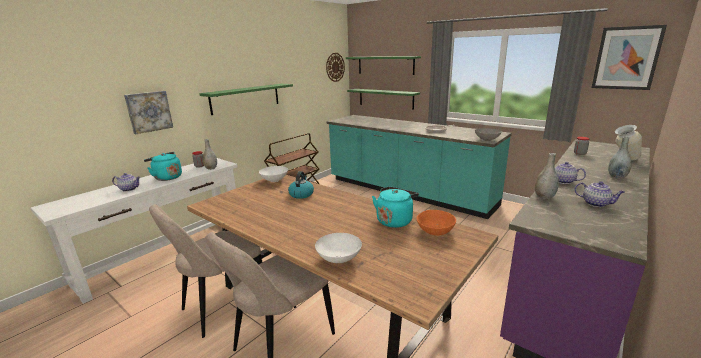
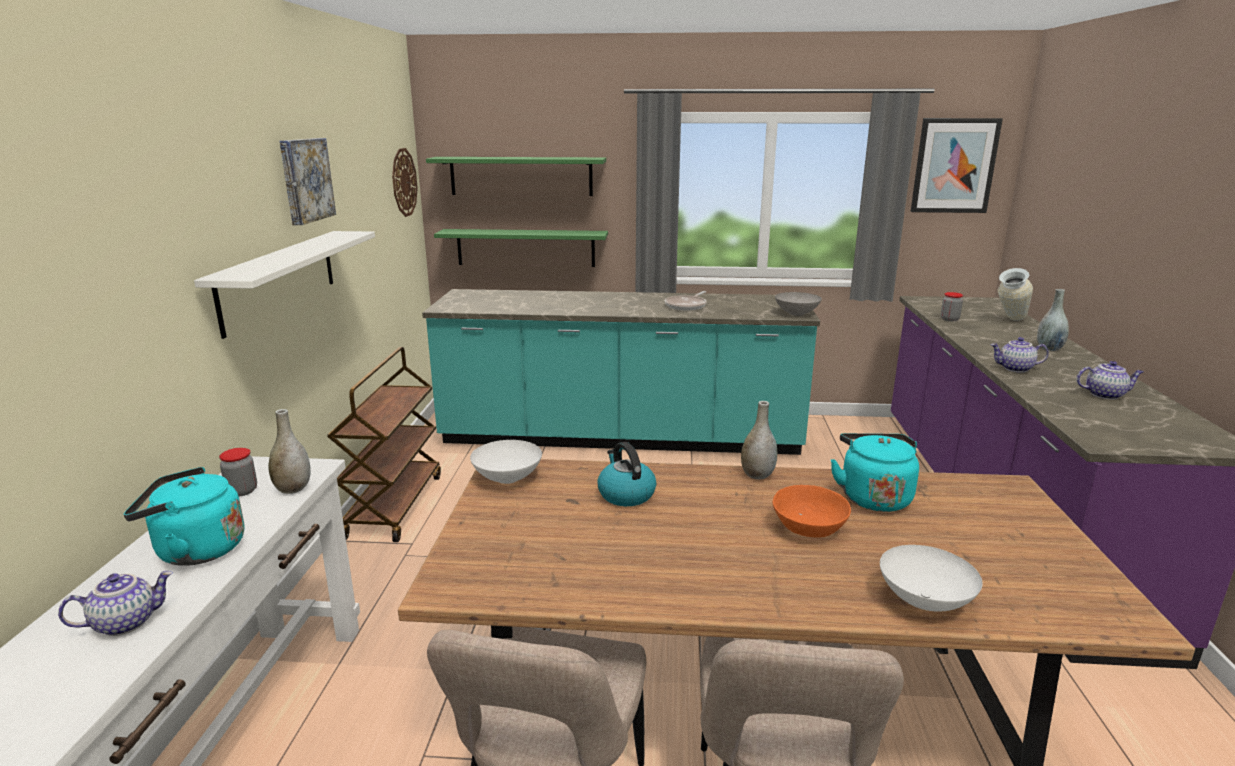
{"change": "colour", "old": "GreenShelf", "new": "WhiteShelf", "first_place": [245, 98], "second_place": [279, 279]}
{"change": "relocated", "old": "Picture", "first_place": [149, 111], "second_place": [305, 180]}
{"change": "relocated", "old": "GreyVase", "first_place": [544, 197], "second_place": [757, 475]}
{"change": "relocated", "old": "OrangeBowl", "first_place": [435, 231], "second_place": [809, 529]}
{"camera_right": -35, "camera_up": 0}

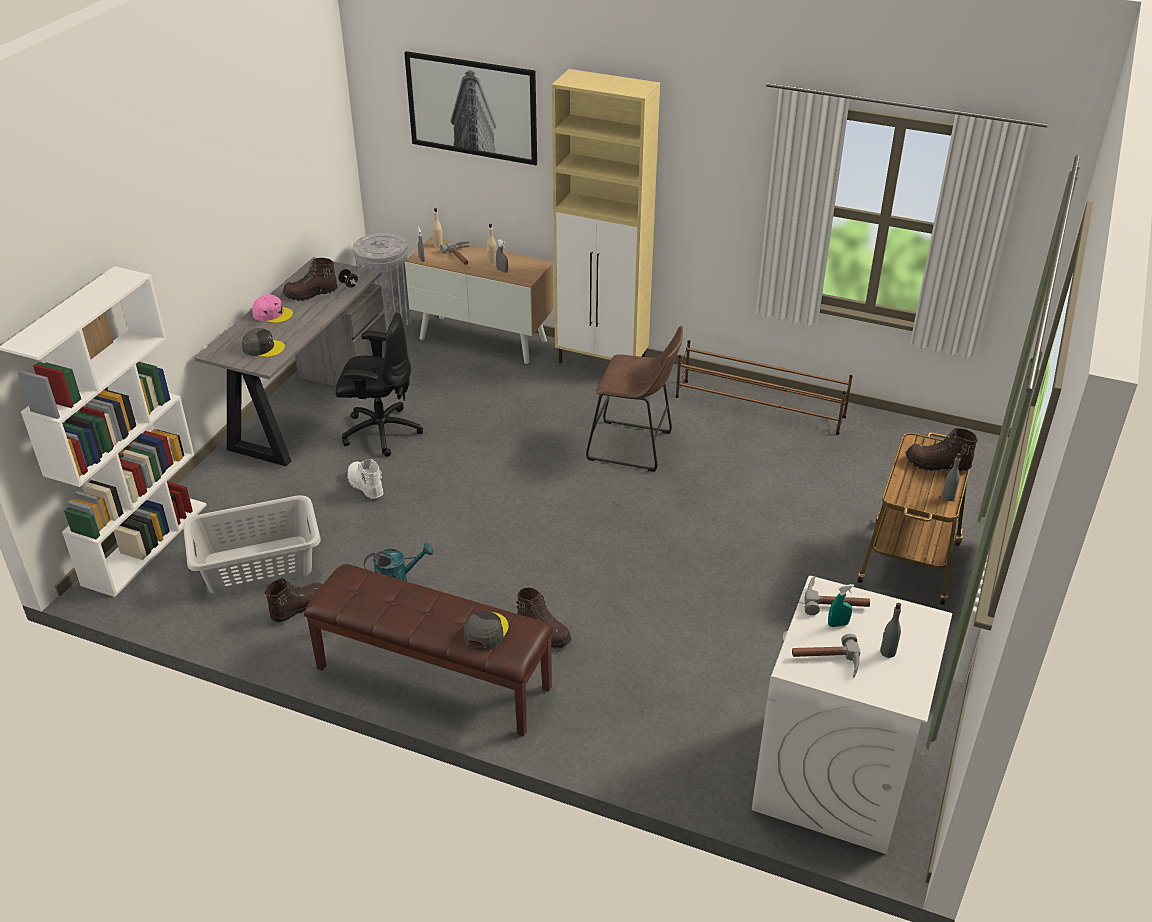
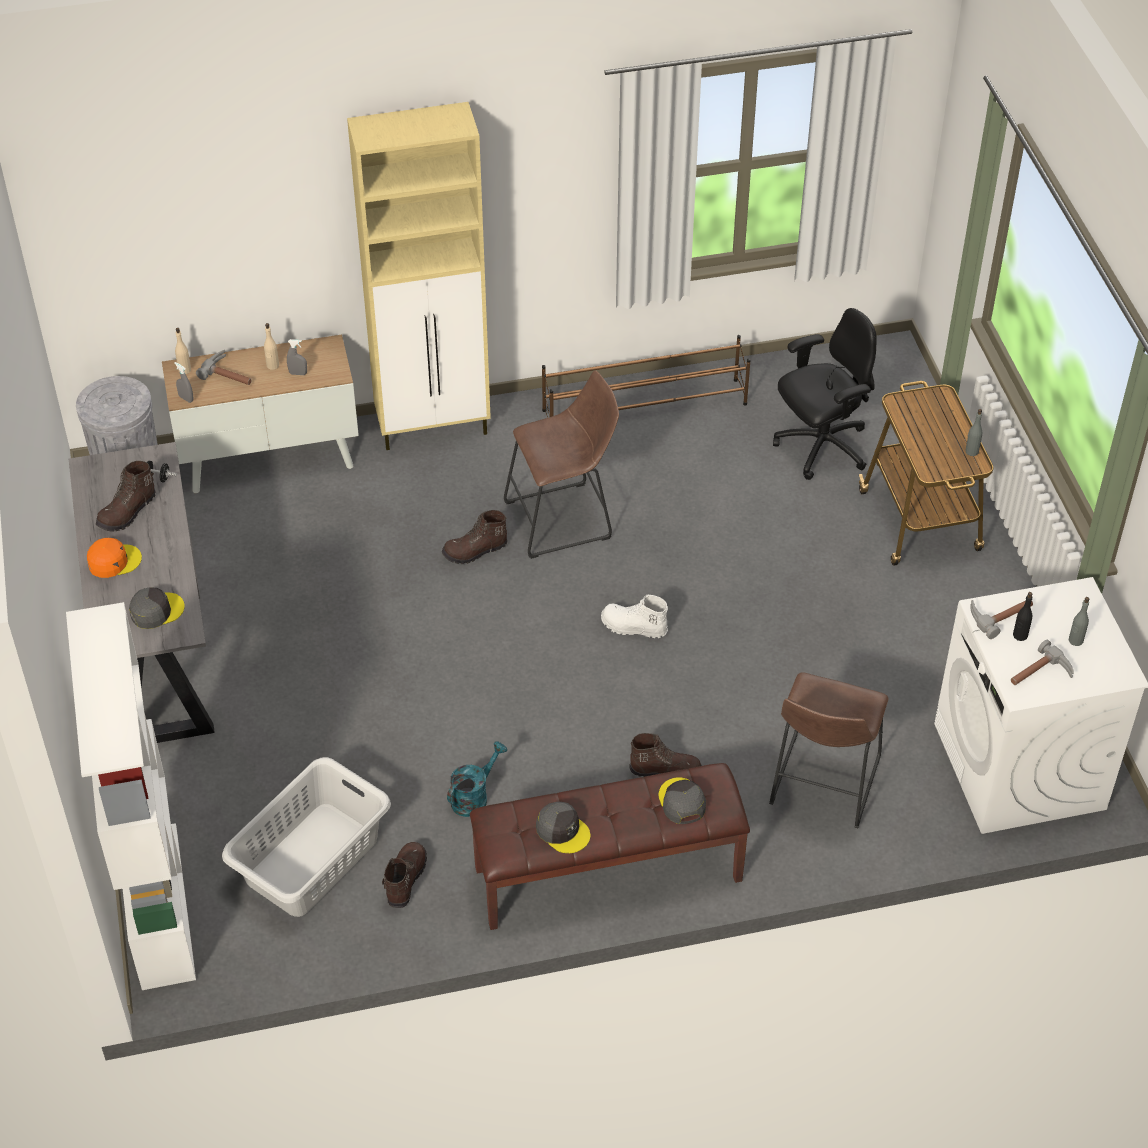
{"change": "missing", "old": "Picture", "first_place": [472, 107]}
{"change": "colour", "old": "PinkCap", "new": "OrangeCap", "first_place": [272, 314], "second_place": [114, 561]}
{"change": "relocated", "old": "BlackOfficeChair", "first_place": [380, 432], "second_place": [820, 447]}
{"change": "relocated", "old": "BrownBoot", "first_place": [937, 465], "second_place": [475, 551]}
{"change": "relocated", "old": "WhiteBoot", "first_place": [365, 486], "second_place": [633, 627]}
{"change": "exchanged", "old": "TurquoiseSprayBottle", "new": "BlackBottle", "first_place": [838, 624], "second_place": [1020, 635]}
{"change": "appeared", "new": "BrownStool", "second_place": [822, 786]}
{"change": "appeared", "new": "GreyCap", "second_place": [563, 830]}
{"camera_right": -35, "camera_up": 10}

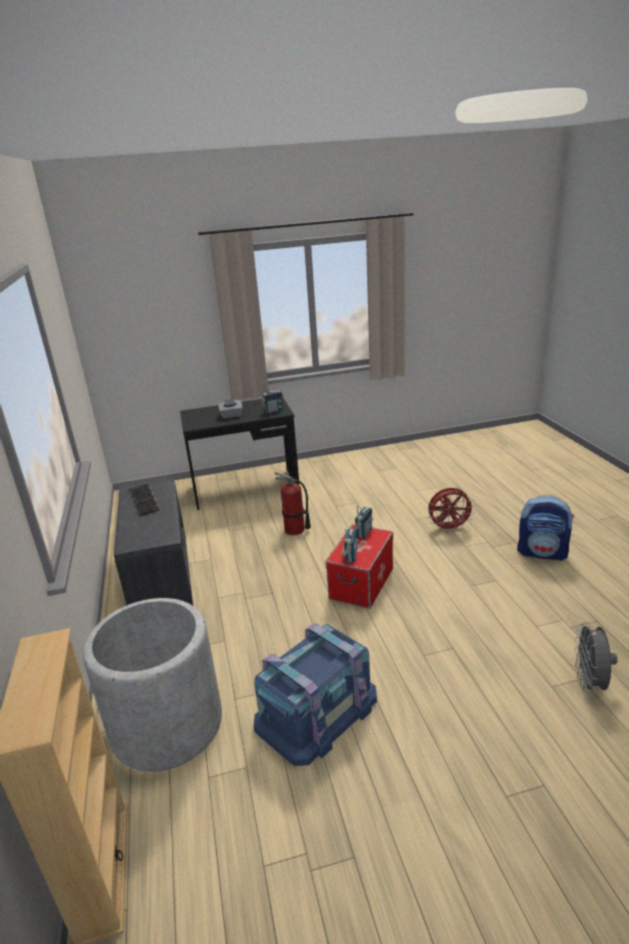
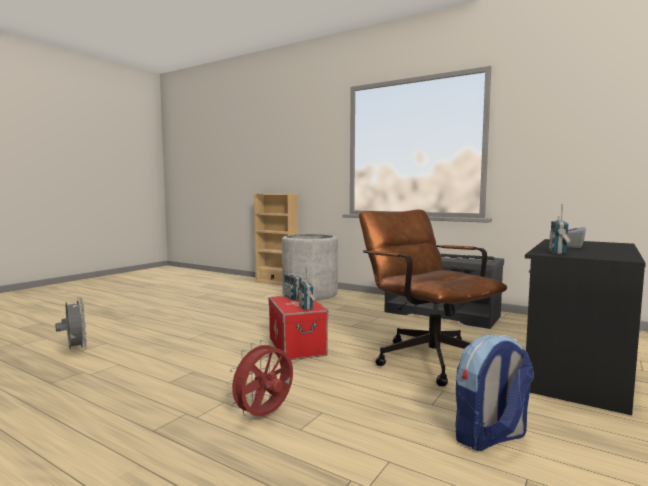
{"change": "exchanged", "old": "FireExtinguisher", "new": "BrownOfficeChair", "first_place": [295, 530], "second_place": [425, 357]}
{"change": "relocated", "old": "Backpack", "first_place": [542, 553], "second_place": [490, 437]}
{"change": "missing", "old": "BlueStorageBox", "first_place": [316, 710]}
{"camera_right": 135, "camera_up": -20}

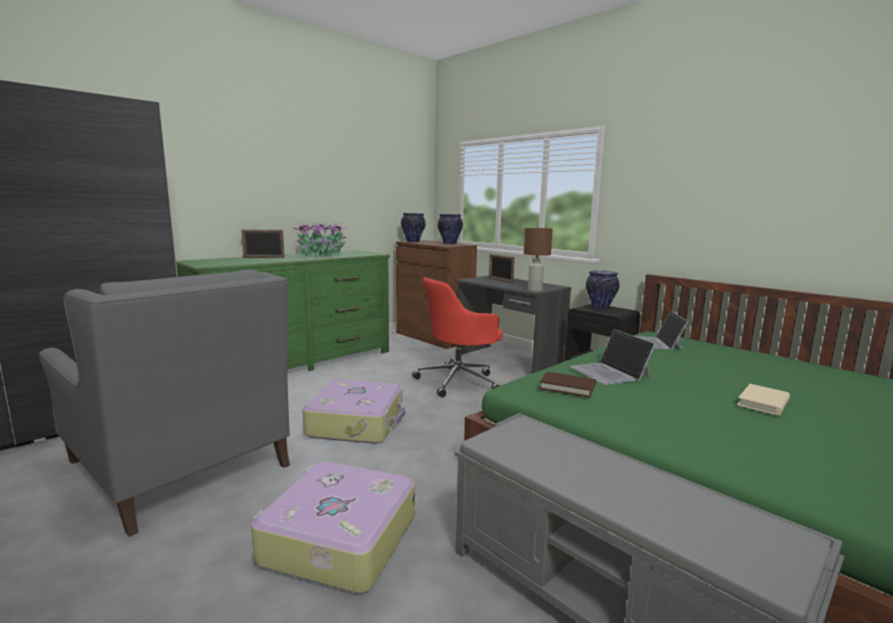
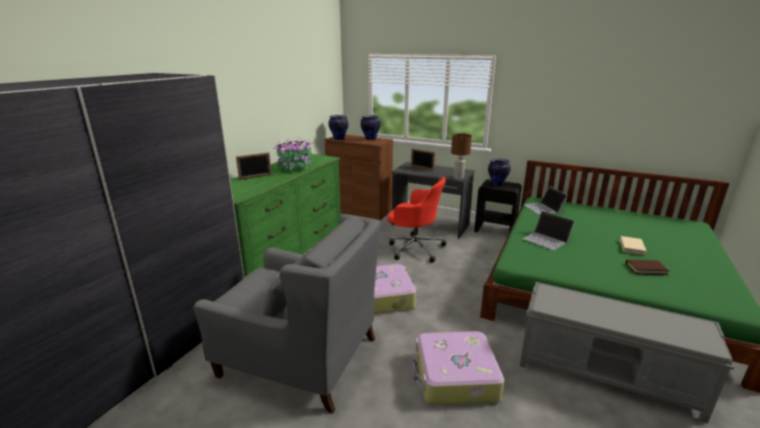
{"change": "spun", "old": "RedOfficeChair", "first_place": [459, 381], "second_place": [414, 248], "degrees": -105}
{"change": "relocated", "old": "BrownBook", "first_place": [567, 387], "second_place": [646, 269]}
{"camera_right": -20, "camera_up": 10}

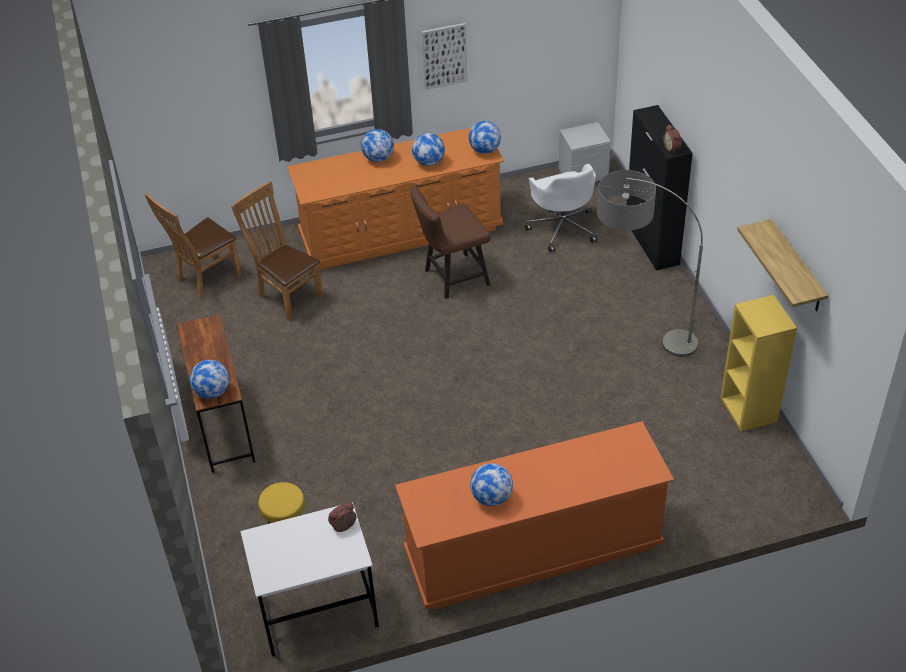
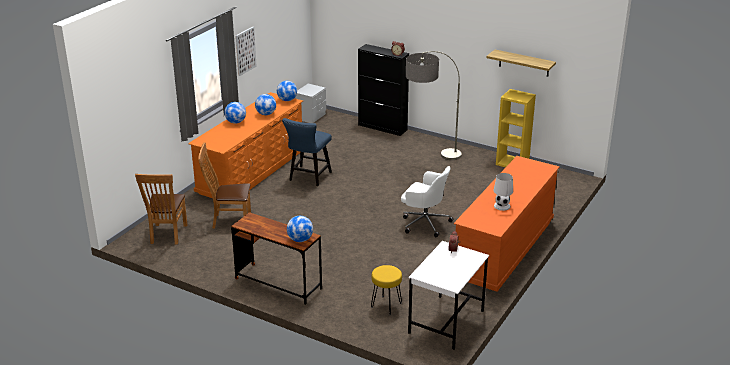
{"change": "relocated", "old": "WhiteOfficeChair", "first_place": [562, 228], "second_place": [424, 222]}
{"change": "colour", "old": "BrownChair", "new": "BlueChair", "first_place": [452, 278], "second_place": [308, 177]}
{"change": "exchanged", "old": "Globe", "new": "WhiteTableLamp", "first_place": [491, 498], "second_place": [502, 206]}
{"camera_right": -45, "camera_up": -15}

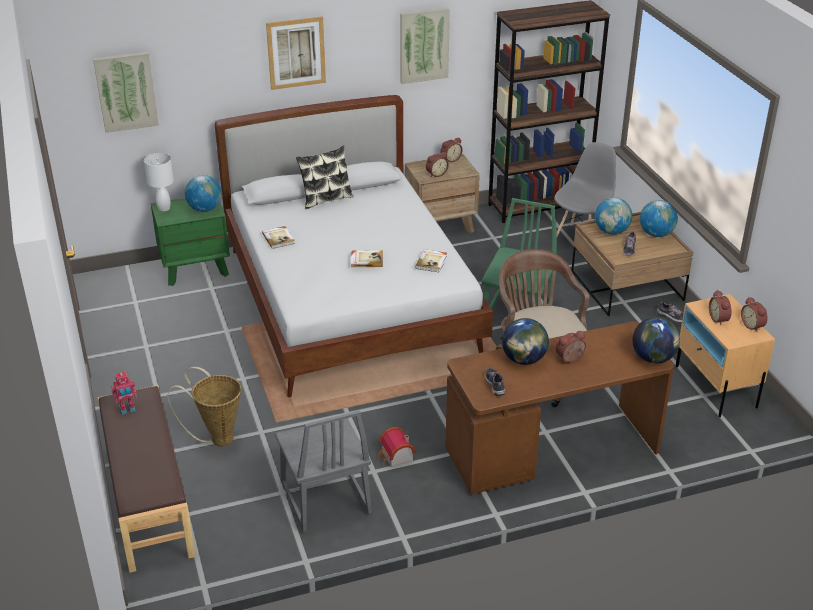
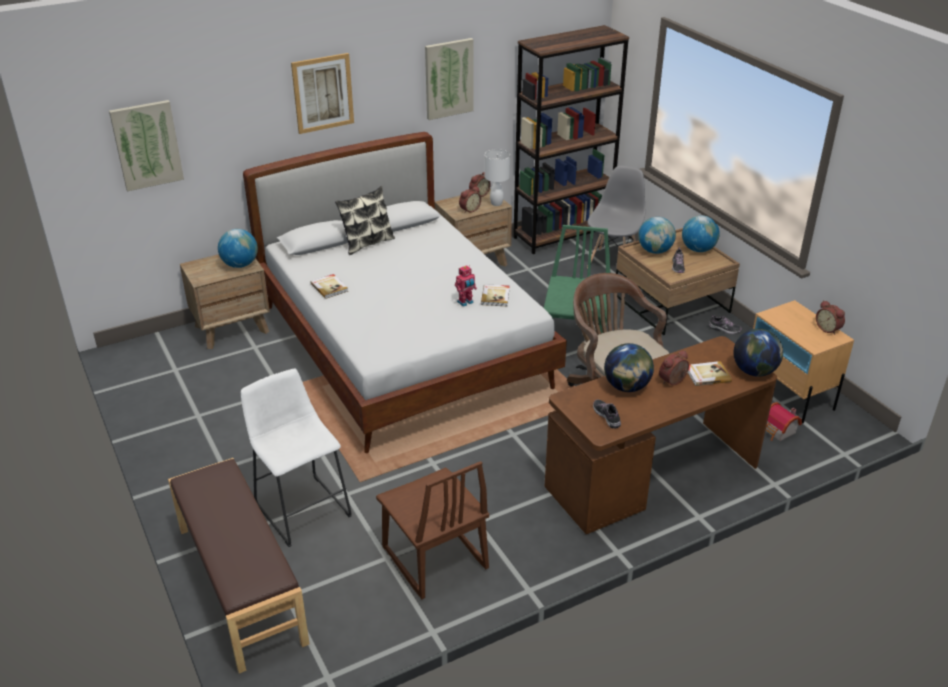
{"change": "relocated", "old": "WhiteTableLamp", "first_place": [164, 208], "second_place": [496, 203]}
{"change": "colour", "old": "GreenNightstand", "new": "BrownNightstand", "first_place": [195, 268], "second_place": [232, 328]}
{"change": "relocated", "old": "Book", "first_place": [366, 260], "second_place": [707, 375]}
{"change": "missing", "old": "AlarmClock", "first_place": [719, 319]}
{"change": "exchanged", "old": "Basket", "new": "WhiteStool", "first_place": [217, 438], "second_place": [301, 507]}
{"change": "relocated", "old": "ToyRobot", "first_place": [127, 409], "second_place": [465, 302]}
{"change": "colour", "old": "GreyChair", "new": "BrownChair", "first_place": [324, 498], "second_place": [434, 559]}
{"change": "relocated", "old": "ToyHouse", "first_place": [395, 458], "second_place": [778, 432]}
{"camera_right": -10, "camera_up": 0}

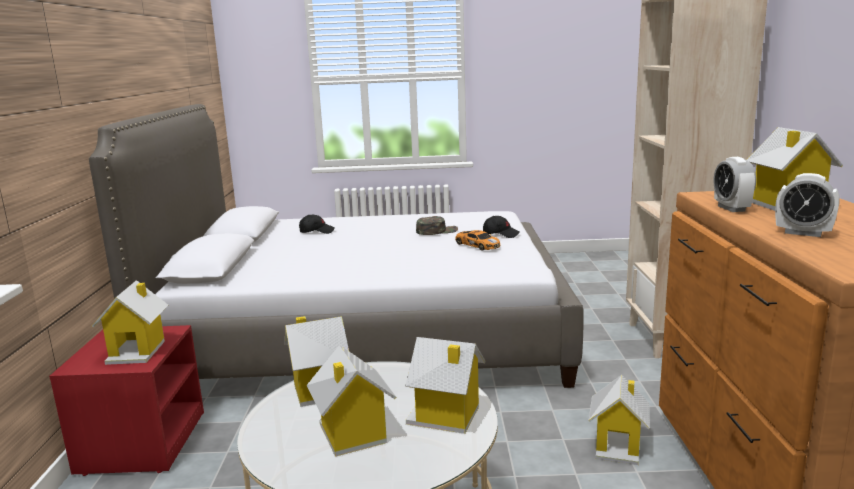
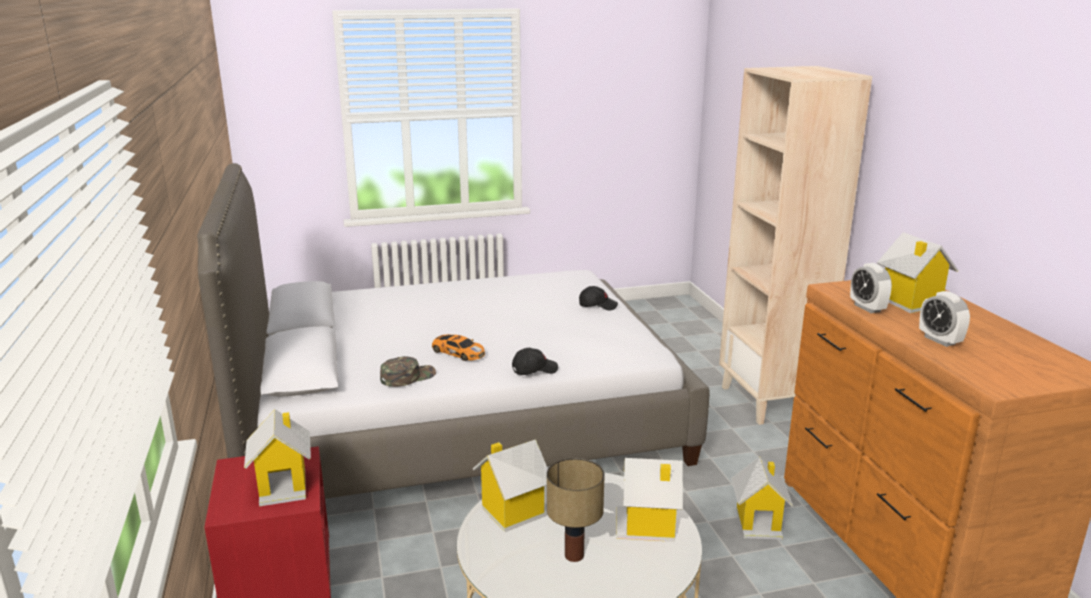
{"change": "spun", "old": "AlarmClock", "first_place": [803, 233], "second_place": [940, 340], "degrees": 45}
{"change": "relocated", "old": "BlackCap", "first_place": [316, 231], "second_place": [534, 370]}
{"change": "relocated", "old": "GreenCap", "first_place": [436, 231], "second_place": [407, 376]}
{"change": "relocated", "old": "ToyCar", "first_place": [477, 245], "second_place": [458, 352]}
{"change": "exchanged", "old": "ToyHouse", "new": "TableLamp", "first_place": [352, 435], "second_place": [574, 556]}
{"camera_right": -15, "camera_up": 5}

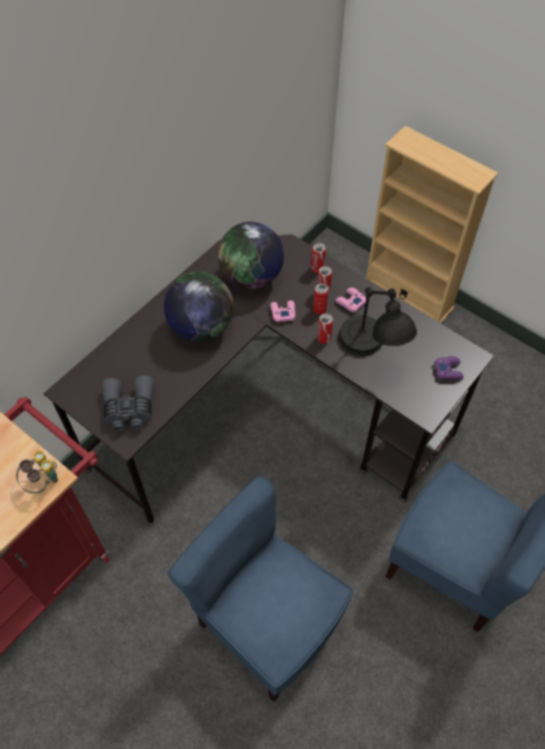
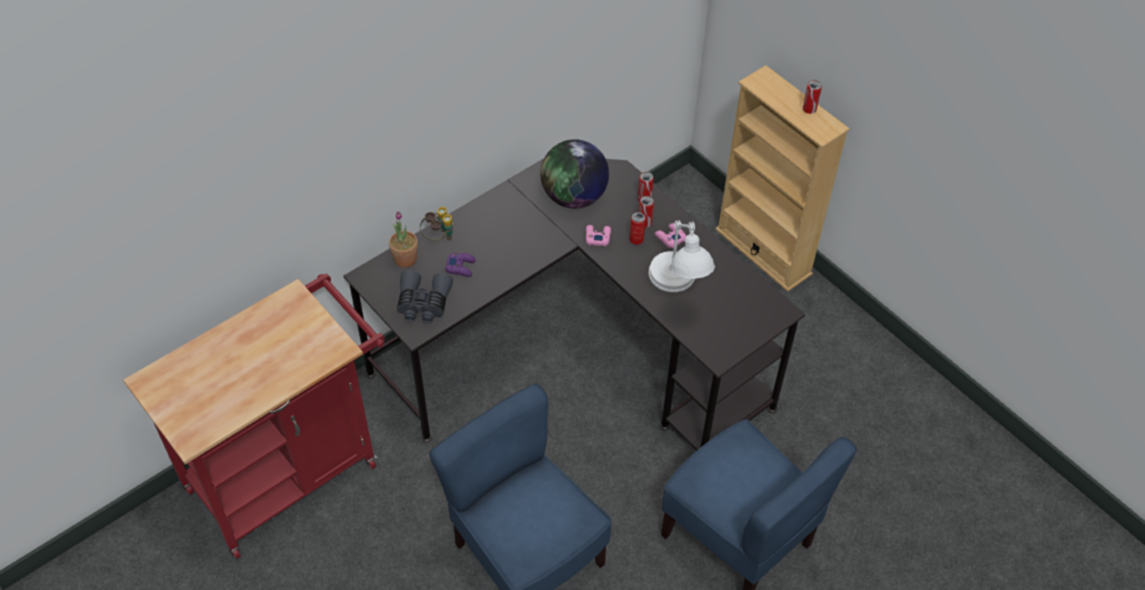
{"change": "missing", "old": "Globe", "first_place": [201, 327]}
{"change": "colour", "old": "BlackTableLamp", "new": "WhiteTableLamp", "first_place": [371, 353], "second_place": [678, 291]}
{"change": "relocated", "old": "Can", "first_place": [324, 338], "second_place": [809, 109]}
{"change": "relocated", "old": "PurpleGameController", "first_place": [448, 370], "second_place": [461, 267]}
{"change": "relocated", "old": "Binoculars", "first_place": [43, 482], "second_place": [438, 238]}
{"change": "appeared", "new": "PottedPlant", "second_place": [405, 259]}
{"camera_right": 10, "camera_up": -5}

